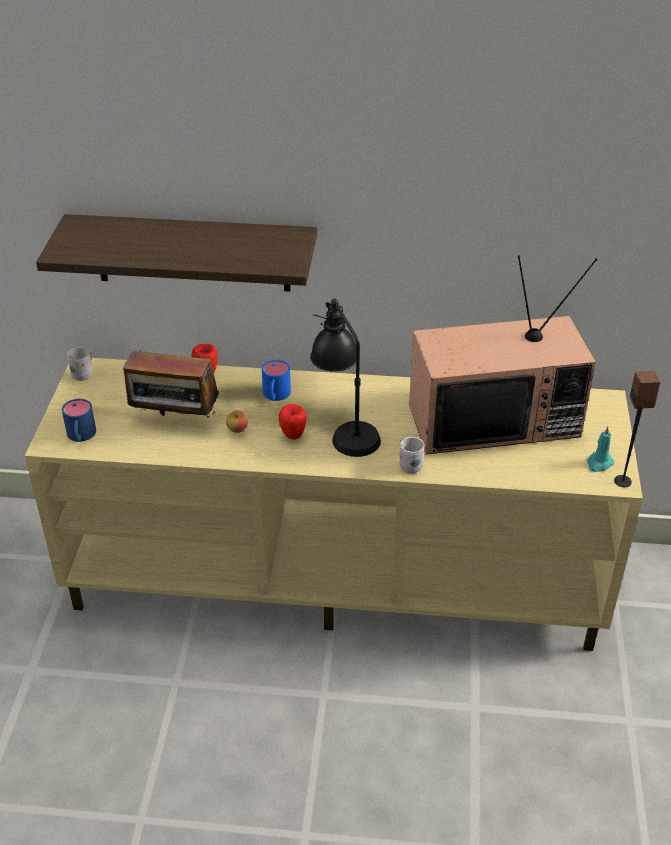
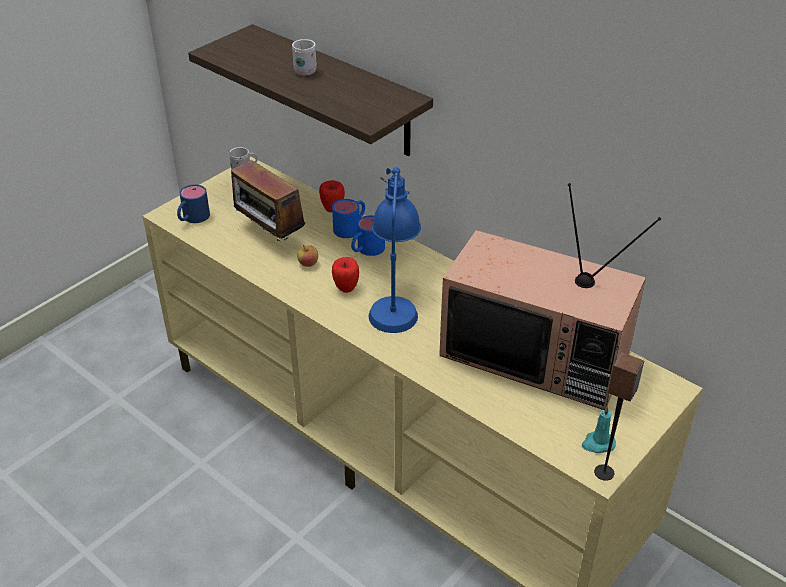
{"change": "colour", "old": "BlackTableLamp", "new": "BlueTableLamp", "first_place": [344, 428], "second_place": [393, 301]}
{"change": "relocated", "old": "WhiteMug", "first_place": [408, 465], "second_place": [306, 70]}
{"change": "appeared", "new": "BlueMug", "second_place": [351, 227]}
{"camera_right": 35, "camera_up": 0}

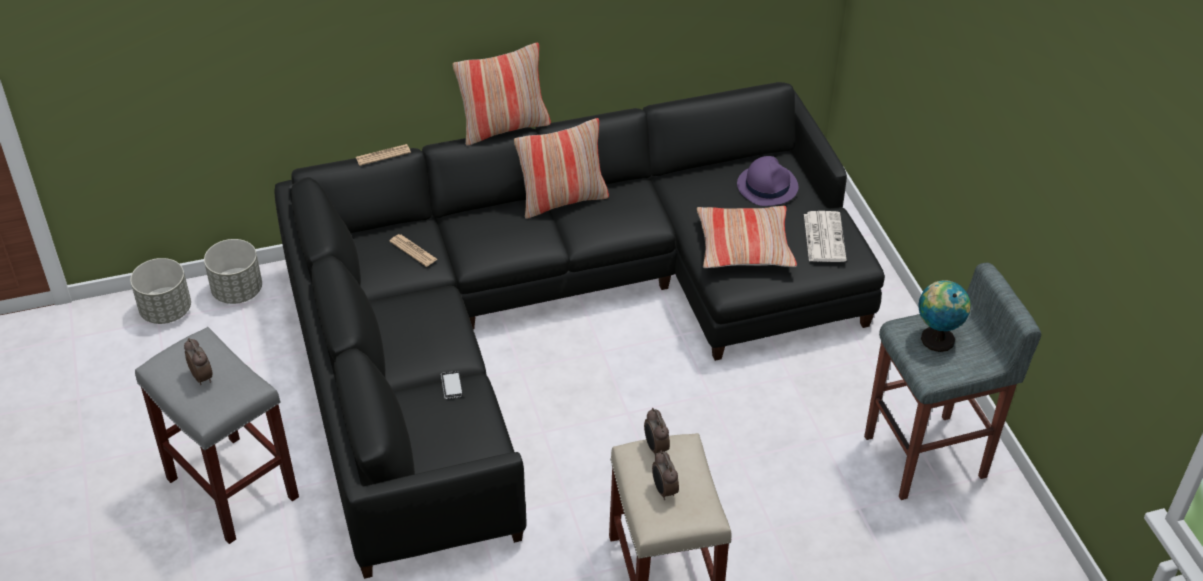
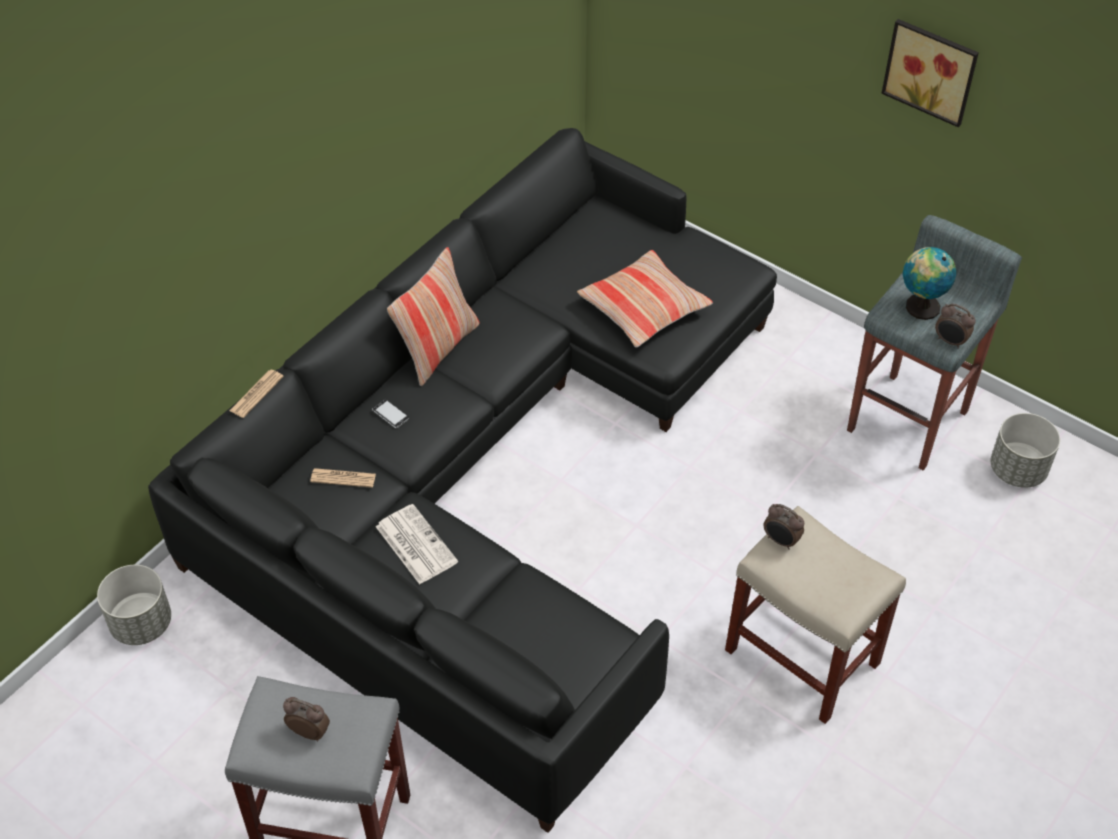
{"change": "missing", "old": "Pillow", "first_place": [504, 127]}
{"change": "missing", "old": "PurpleHat", "first_place": [767, 186]}
{"change": "relocated", "old": "Newspaper", "first_place": [823, 237], "second_place": [415, 544]}
{"change": "relocated", "old": "GreyPlanter", "first_place": [166, 311], "second_place": [1018, 470]}
{"change": "relocated", "old": "Phone", "first_place": [451, 386], "second_place": [390, 415]}
{"change": "relocated", "old": "AlarmClock", "first_place": [664, 490], "second_place": [950, 341]}
{"change": "appeared", "new": "Picture", "second_place": [931, 70]}
{"camera_right": -35, "camera_up": 5}

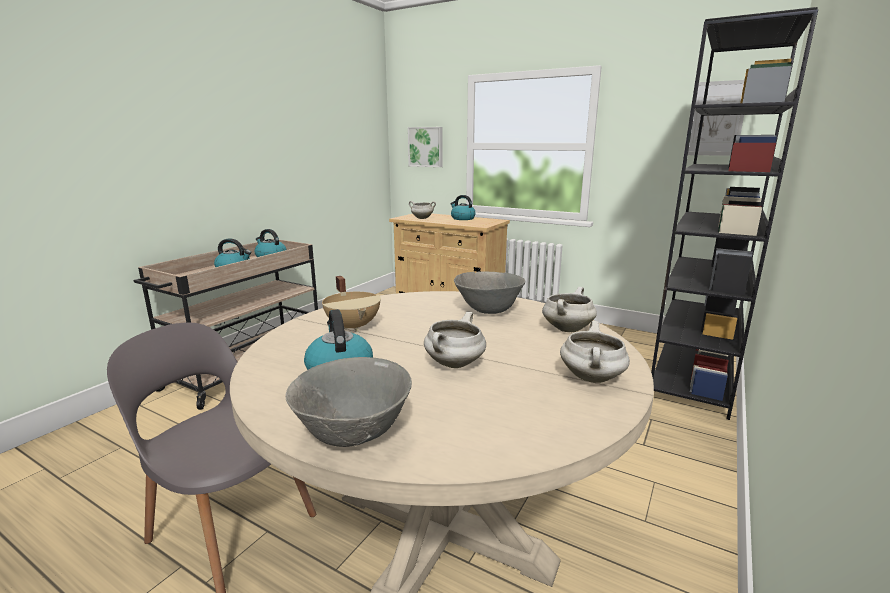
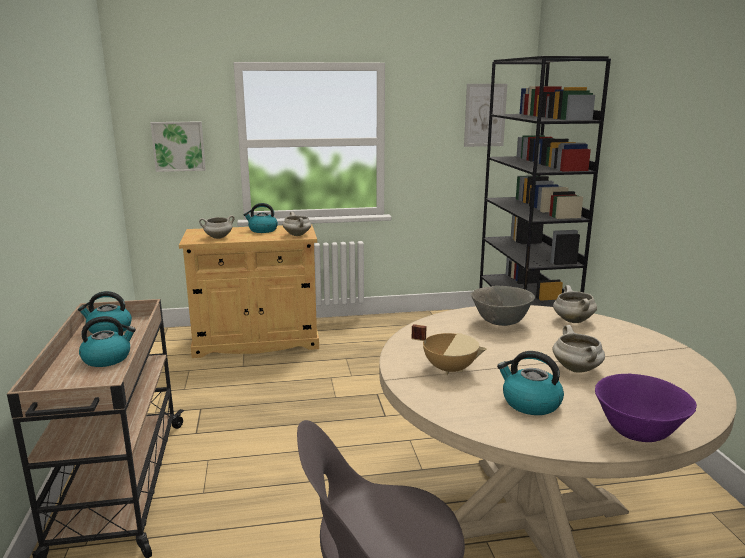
{"change": "relocated", "old": "WhiteCookingPot", "first_place": [592, 379], "second_place": [297, 235]}
{"change": "colour", "old": "GreyBowl", "new": "PurpleBowl", "first_place": [354, 435], "second_place": [638, 433]}
{"camera_right": -40, "camera_up": 0}

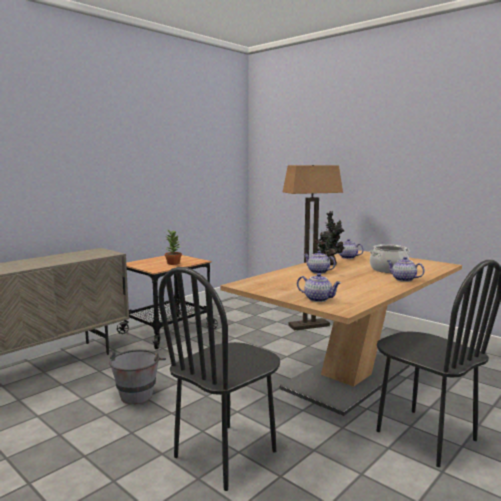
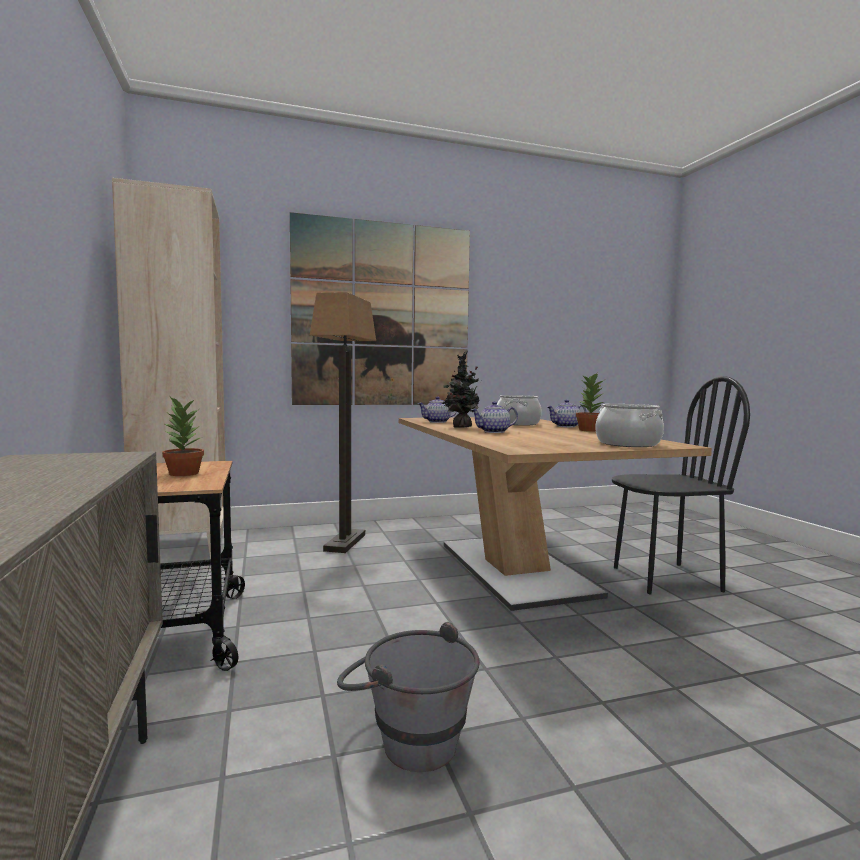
{"change": "missing", "old": "BlackChair", "first_place": [226, 454]}
{"change": "exchanged", "old": "Teapot", "new": "CookingPot", "first_place": [318, 299], "second_place": [627, 444]}
{"change": "appeared", "new": "BeigeBookcase", "second_place": [182, 547]}
{"change": "appeared", "new": "Picture", "second_place": [383, 315]}
{"change": "appeared", "new": "PottedPlant", "second_place": [589, 430]}
{"camera_right": -60, "camera_up": -5}

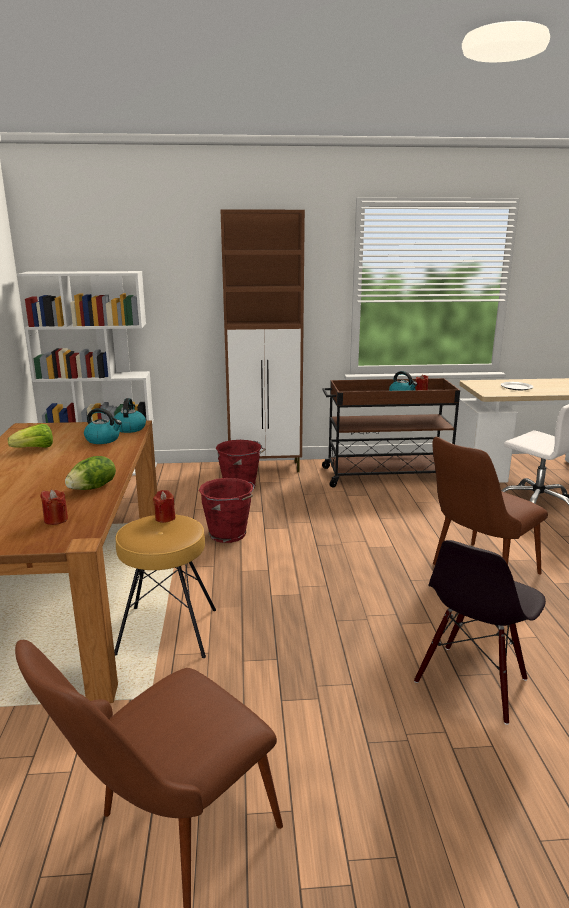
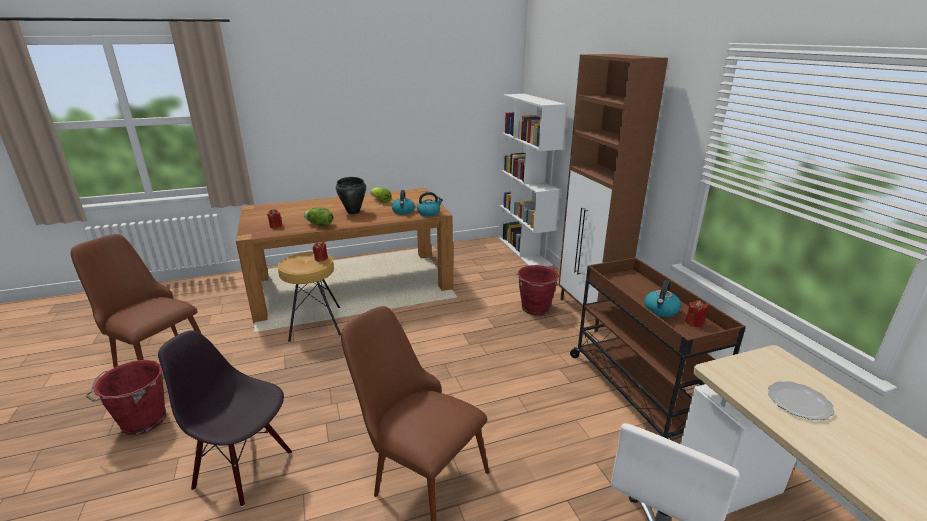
{"change": "relocated", "old": "RedBucket", "first_place": [228, 535], "second_place": [142, 422]}
{"change": "appeared", "new": "BlackCookingPot", "second_place": [353, 212]}
{"camera_right": 75, "camera_up": 5}

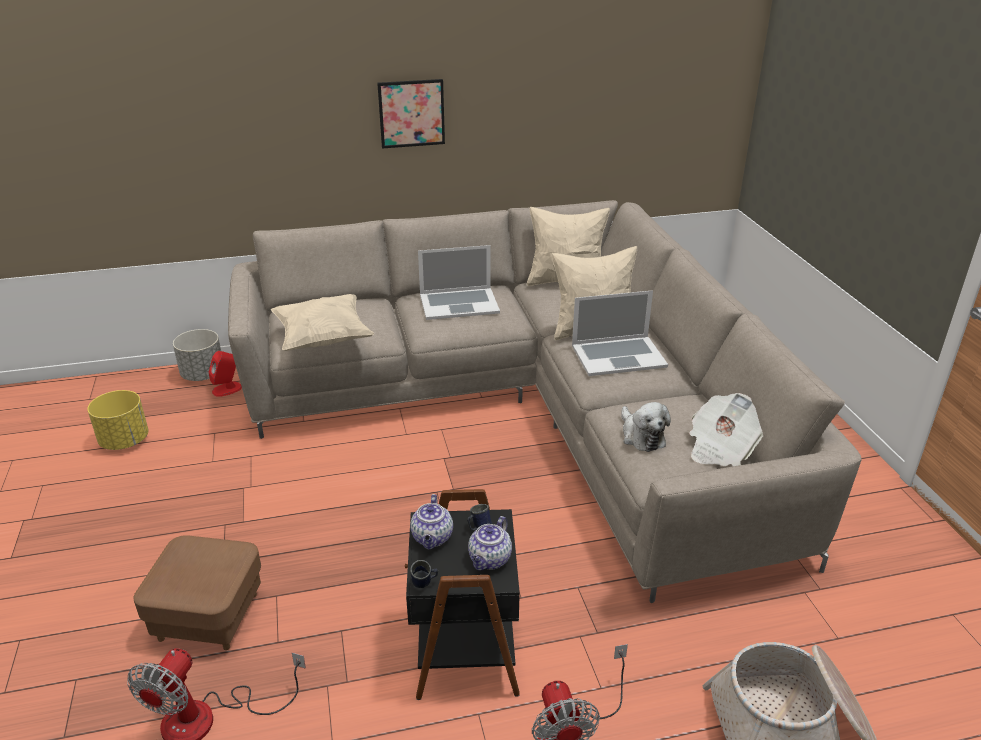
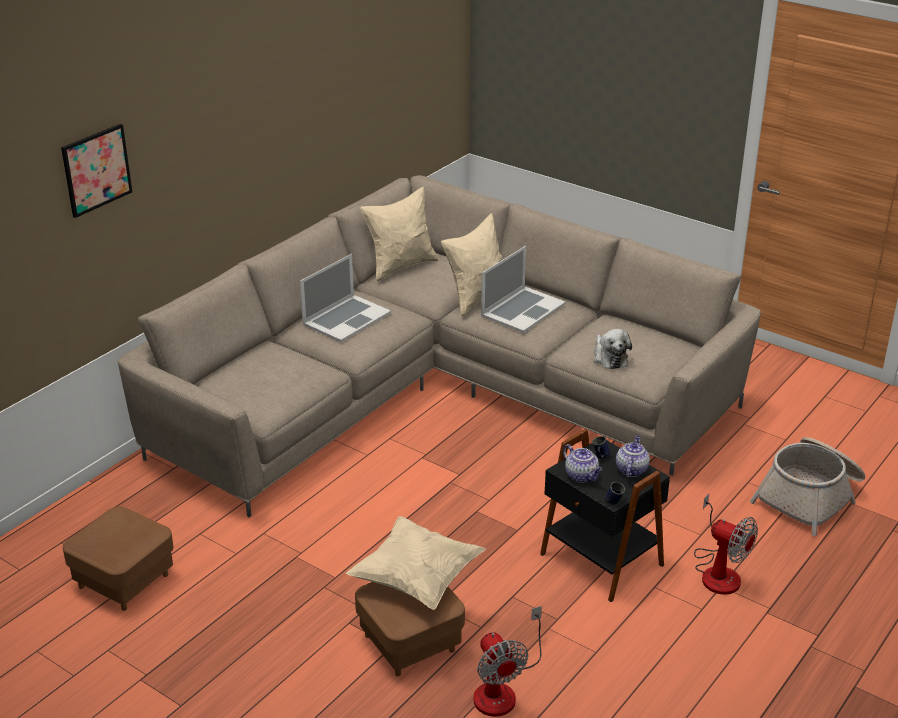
{"change": "relocated", "old": "Picture", "first_place": [411, 113], "second_place": [96, 170]}
{"change": "relocated", "old": "BeigePillow", "first_place": [323, 339], "second_place": [416, 579]}
{"change": "missing", "old": "GreyPlanter", "first_place": [203, 374]}
{"change": "missing", "old": "RedSpeaker", "first_place": [227, 389]}
{"change": "exchanged", "old": "YellowPlanter", "new": "BrownOttoman", "first_place": [125, 441], "second_place": [124, 580]}
{"change": "missing", "old": "Newspaper", "first_place": [721, 447]}
{"change": "spun", "old": "PlushToy", "first_place": [641, 436], "second_place": [609, 358], "degrees": 45}
{"change": "spun", "old": "Teapot", "first_place": [490, 560], "second_place": [631, 469], "degrees": -150}
{"camera_right": -40, "camera_up": 0}

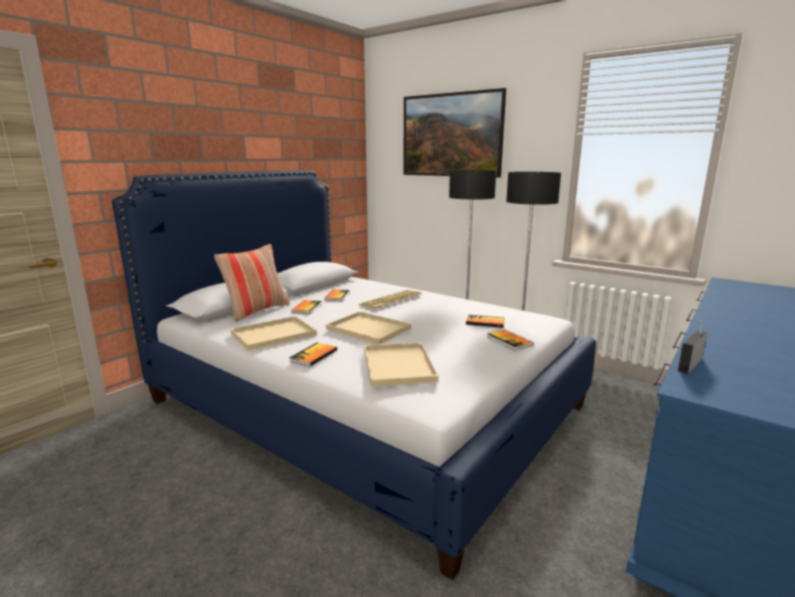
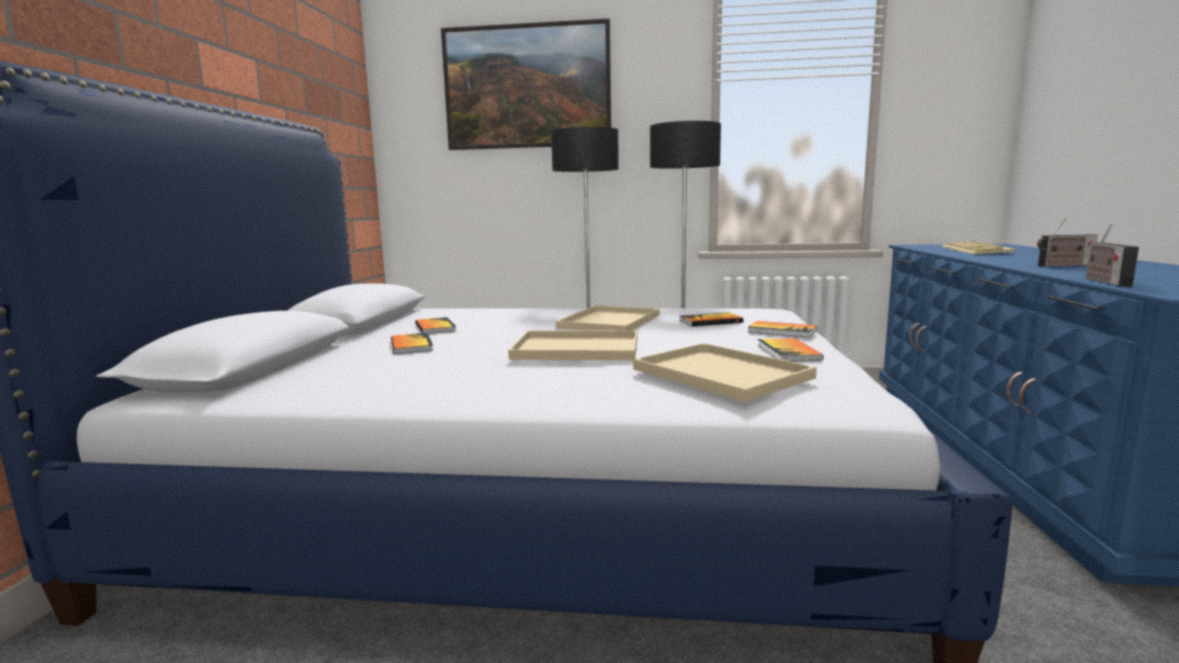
{"change": "missing", "old": "Pillow", "first_place": [257, 310]}
{"change": "relocated", "old": "Keyboard", "first_place": [391, 300], "second_place": [977, 250]}
{"change": "relocated", "old": "BeigeTray", "first_place": [272, 334], "second_place": [610, 322]}
{"change": "relocated", "old": "Book", "first_place": [314, 355], "second_place": [788, 352]}
{"change": "appeared", "new": "Radio", "second_place": [1063, 265]}
{"camera_right": -30, "camera_up": -5}

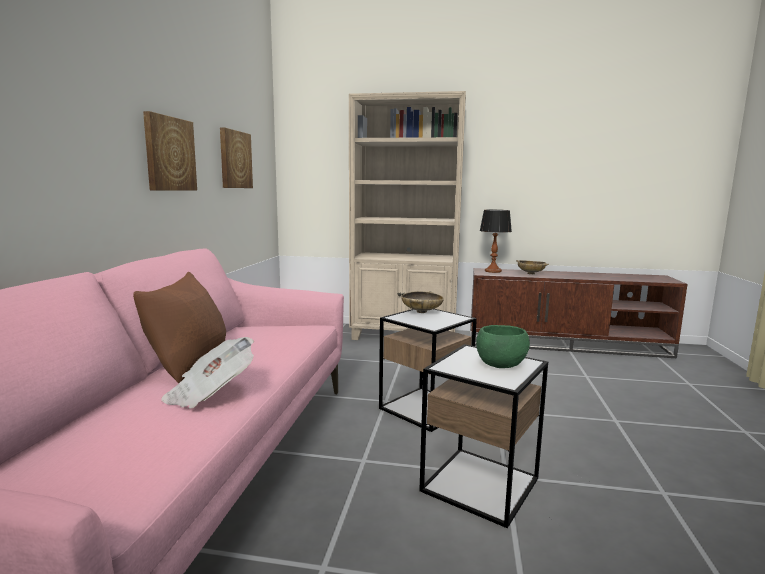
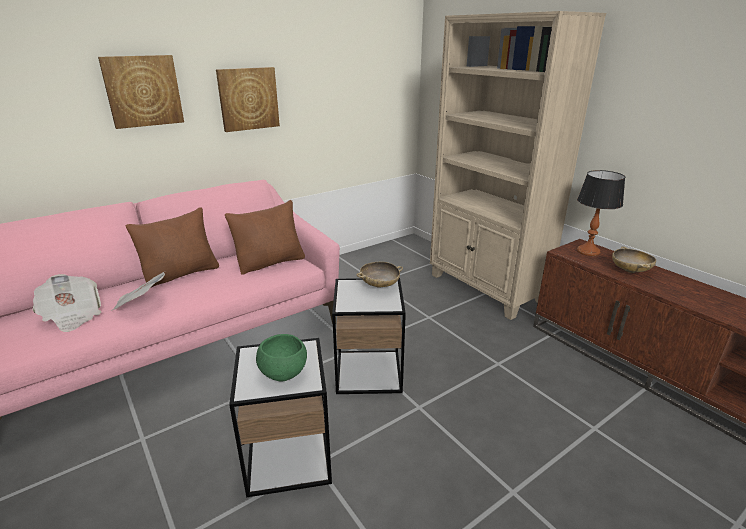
{"change": "relocated", "old": "Picture", "first_place": [235, 159], "second_place": [143, 91]}
{"change": "appeared", "new": "BrownPillow", "second_place": [270, 263]}
{"change": "appeared", "new": "Newspaper", "second_place": [72, 316]}
{"camera_right": 45, "camera_up": 15}

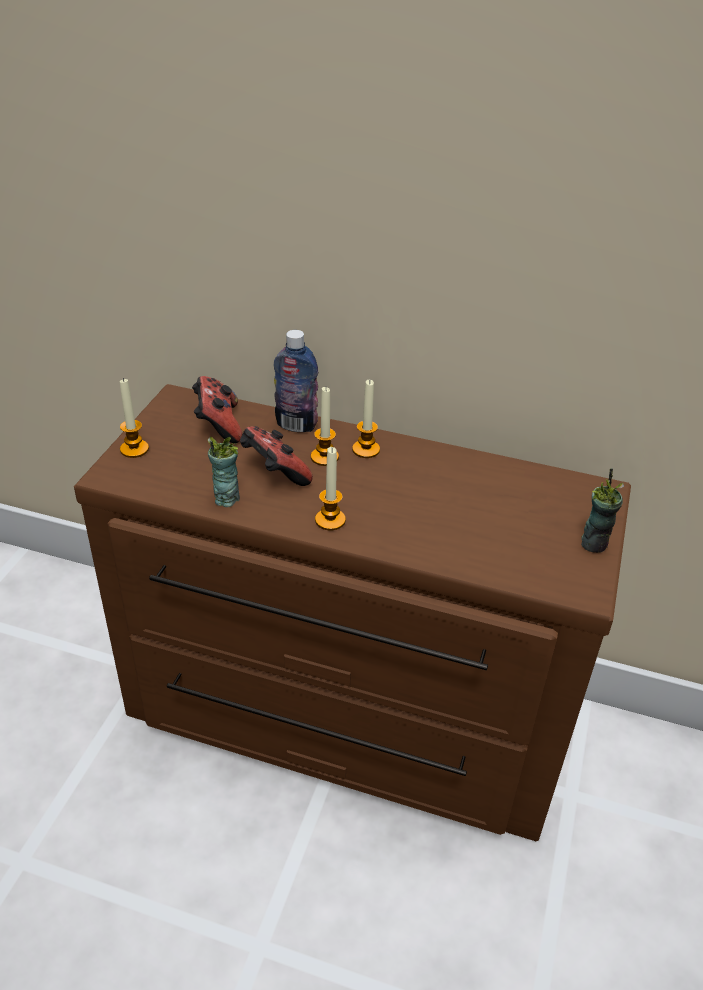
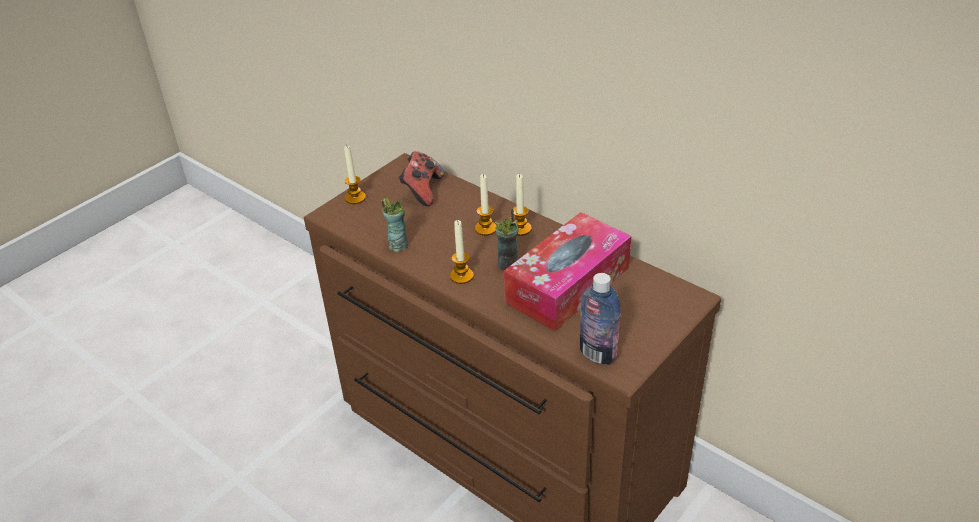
{"change": "relocated", "old": "Bottle", "first_place": [296, 425], "second_place": [597, 354]}
{"change": "missing", "old": "GameController", "first_place": [274, 474]}
{"change": "relocated", "old": "Cup", "first_place": [594, 543], "second_place": [508, 264]}
{"change": "appeared", "new": "TissueBox", "second_place": [568, 285]}
{"camera_right": 25, "camera_up": 0}

